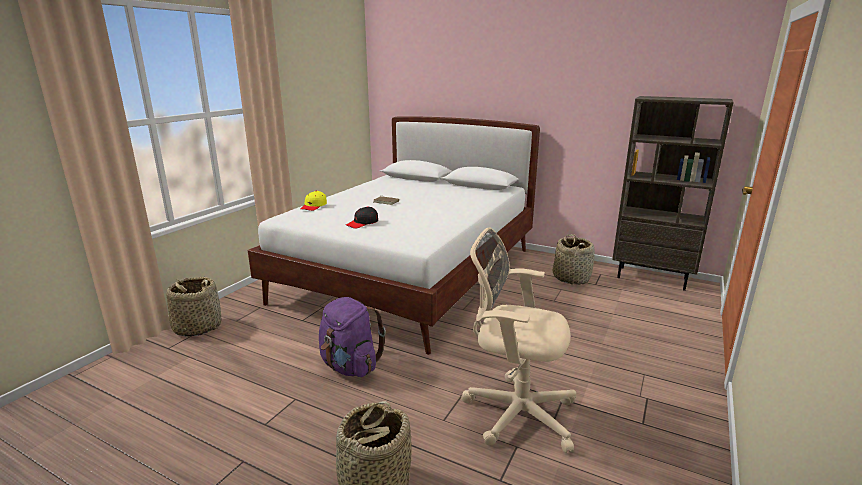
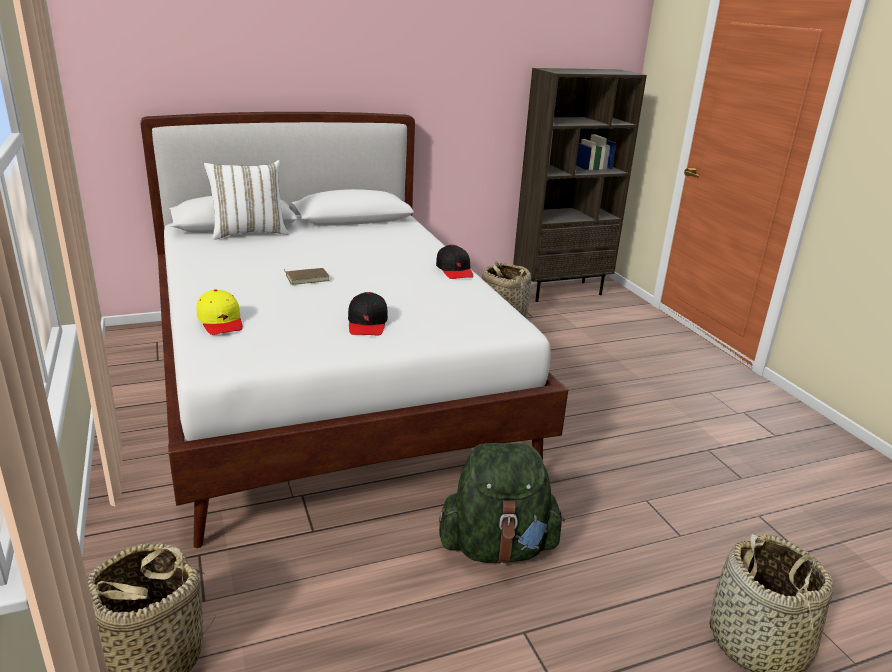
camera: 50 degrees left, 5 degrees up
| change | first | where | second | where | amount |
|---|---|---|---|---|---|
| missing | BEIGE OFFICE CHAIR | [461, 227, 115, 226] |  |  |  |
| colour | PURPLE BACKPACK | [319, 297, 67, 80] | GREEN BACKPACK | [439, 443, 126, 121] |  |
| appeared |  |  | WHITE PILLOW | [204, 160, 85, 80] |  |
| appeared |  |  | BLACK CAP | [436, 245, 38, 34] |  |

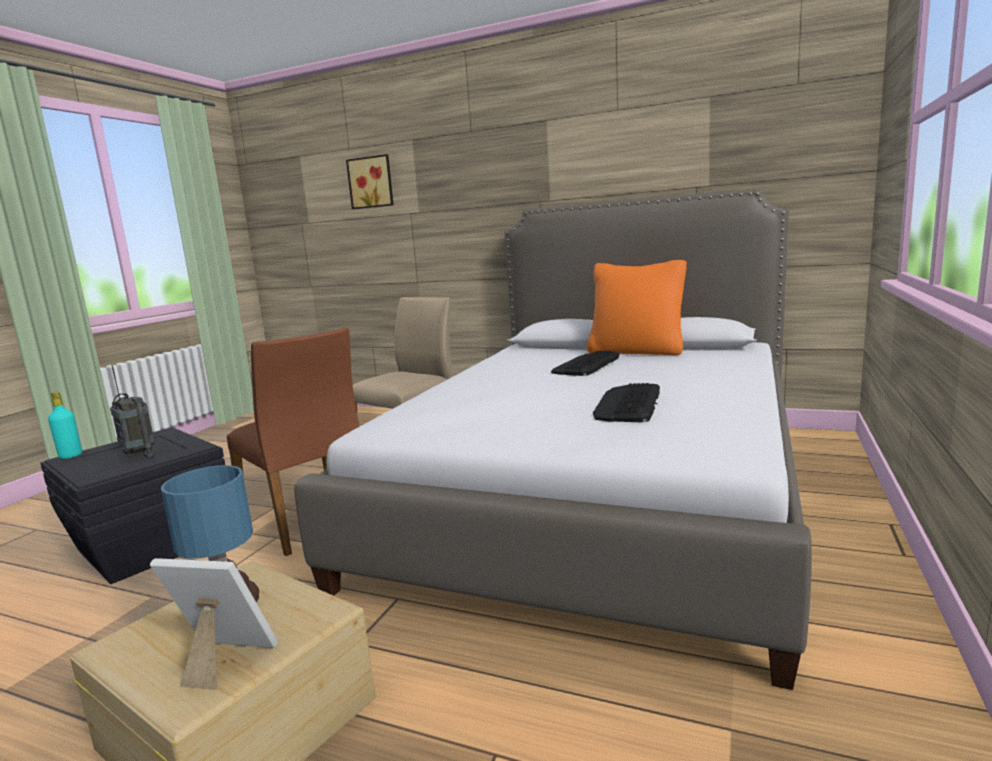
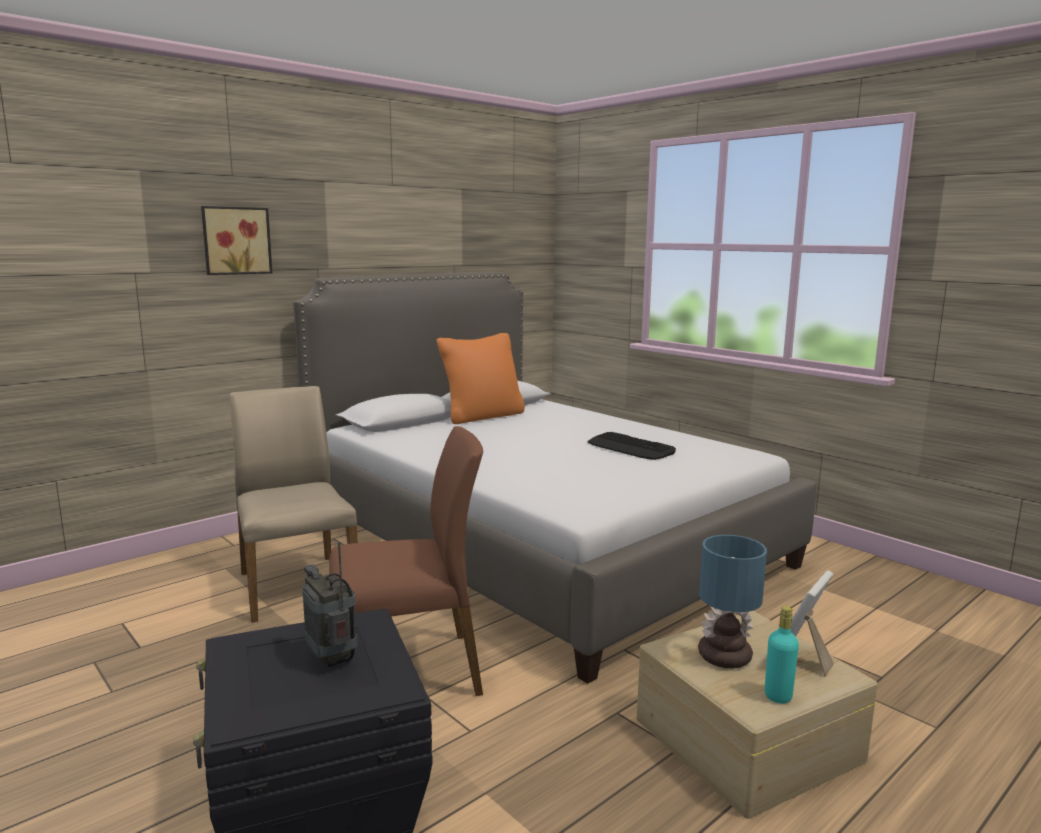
camera: 65 degrees left, 0 degrees up
| change | first | where | second | where | amount |
|---|---|---|---|---|---|
| relocated | PICTURE | [346, 154, 48, 55] |  | [201, 206, 71, 69] |  |
| missing | KEYBOARD | [551, 351, 69, 25] |  |  |  |
| spun | RADIO | [110, 365, 45, 93] |  | [302, 542, 55, 125] | 105 degrees counterclockwise |
| relocated | TURQUOISE BOTTLE | [48, 392, 34, 67] |  | [765, 606, 34, 98] |  |

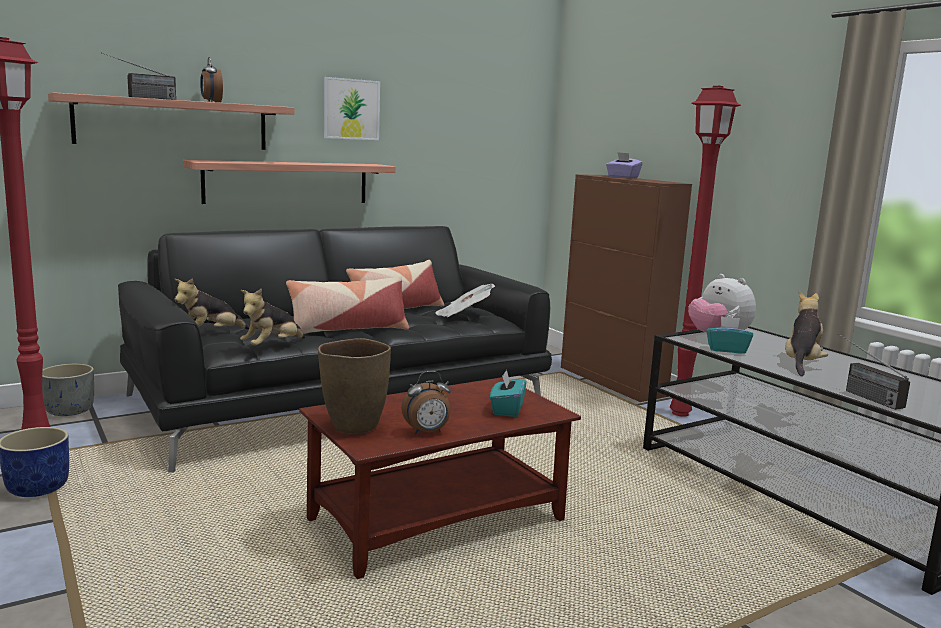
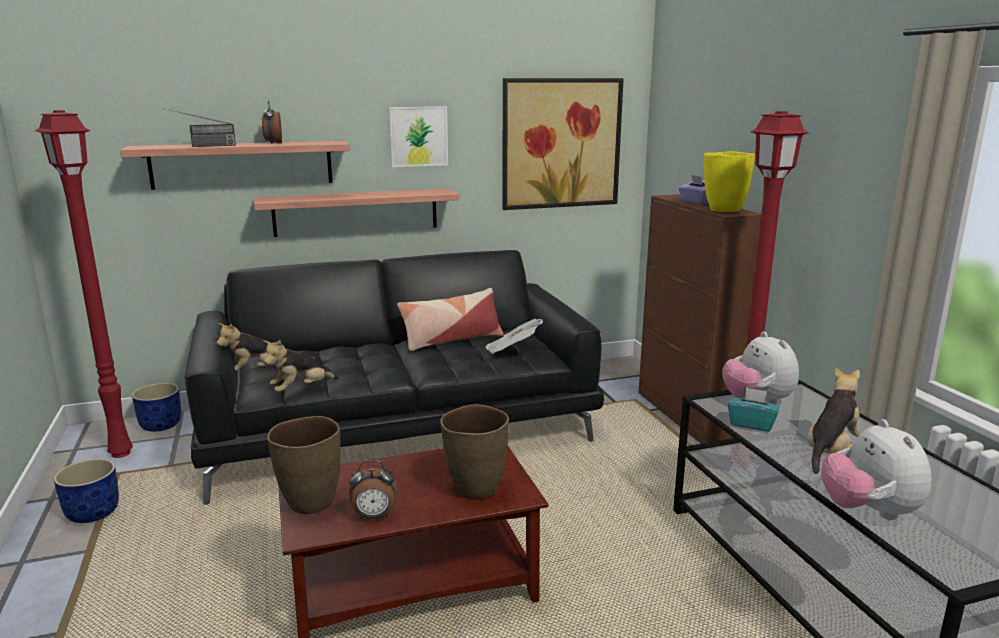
camera: 15 degrees right, 5 degrees up
| change | first | where | second | where | amount |
|---|---|---|---|---|---|
| missing | PILLOW | [286, 276, 123, 58] |  |  |  |
| exchanged | RADIO | [837, 333, 73, 77] | PLUSH TOY | [821, 419, 111, 101] |  |
| colour | GREY PLANTER | [42, 364, 52, 52] | BLUE PLANTER | [132, 383, 49, 49] |  |
| exchanged | TURQUOISE TISSUE BOX | [490, 370, 36, 47] | BROWN VASE | [440, 404, 69, 95] |  |
| appeared |  |  | PICTURE | [503, 78, 121, 132] |  |
| appeared |  |  | YELLOW VASE | [704, 151, 51, 61] |  |

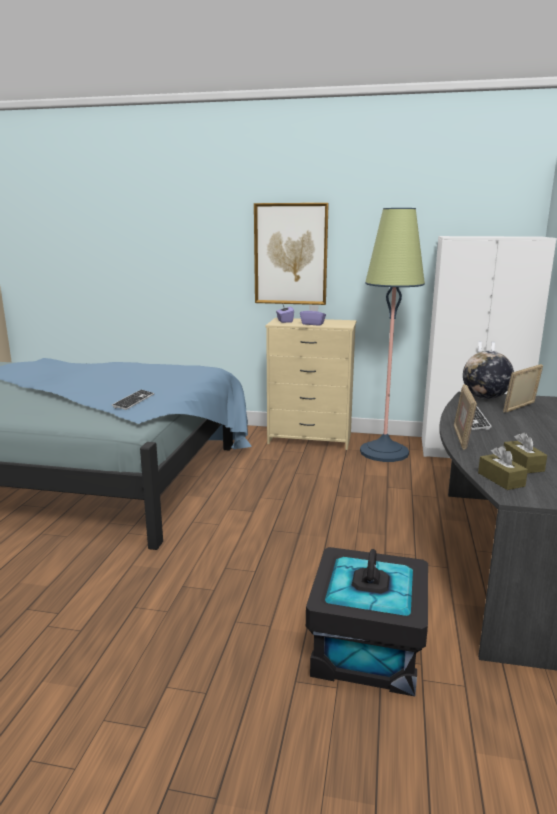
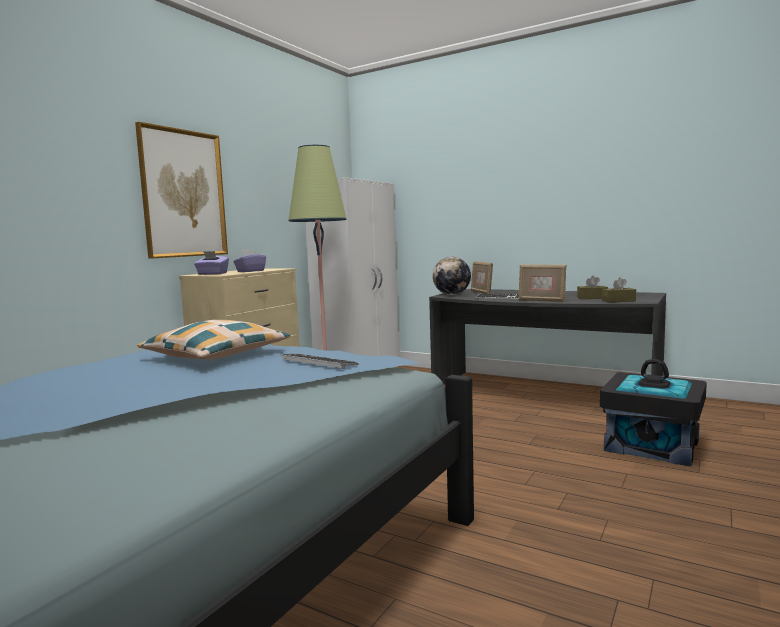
camera: 70 degrees left, 10 degrees down
| change | first | where | second | where | amount |
|---|---|---|---|---|---|
| appeared |  |  | PILLOW | [137, 320, 154, 39] |  |

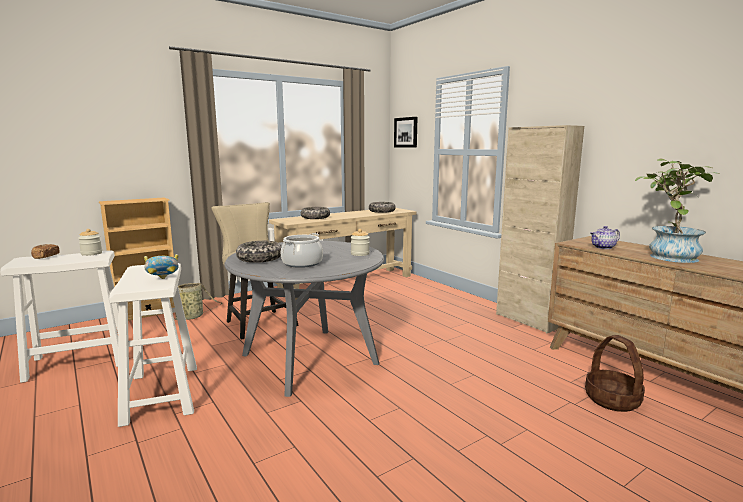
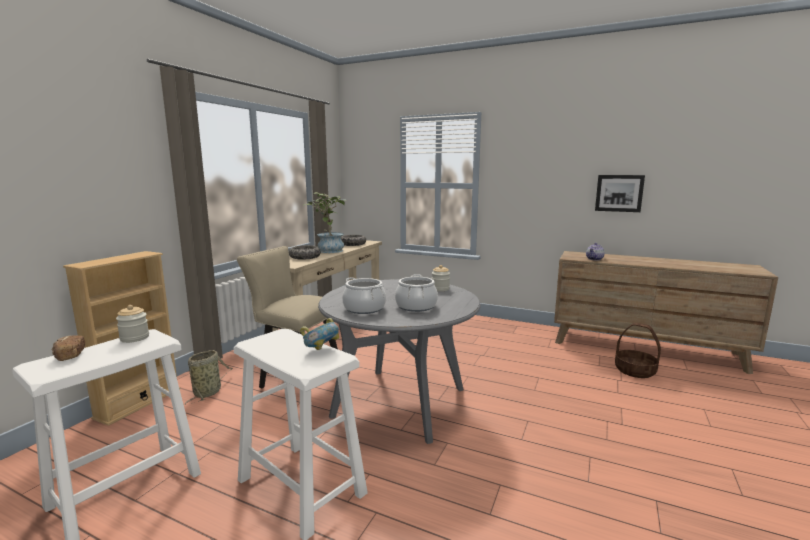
camera: 30 degrees left, 0 degrees up
| change | first | where | second | where | amount |
|---|---|---|---|---|---|
| relocated | PICTURE | [394, 117, 23, 31] |  | [595, 175, 50, 37] |  |
| missing | BEIGE CABINET | [496, 125, 88, 208] |  |  |  |
| relocated | POTTED PLANT | [635, 159, 84, 104] |  | [303, 192, 44, 61] |  |
| exchanged | BOWL | [236, 241, 46, 22] | COOKING POT | [342, 277, 44, 37] |  |

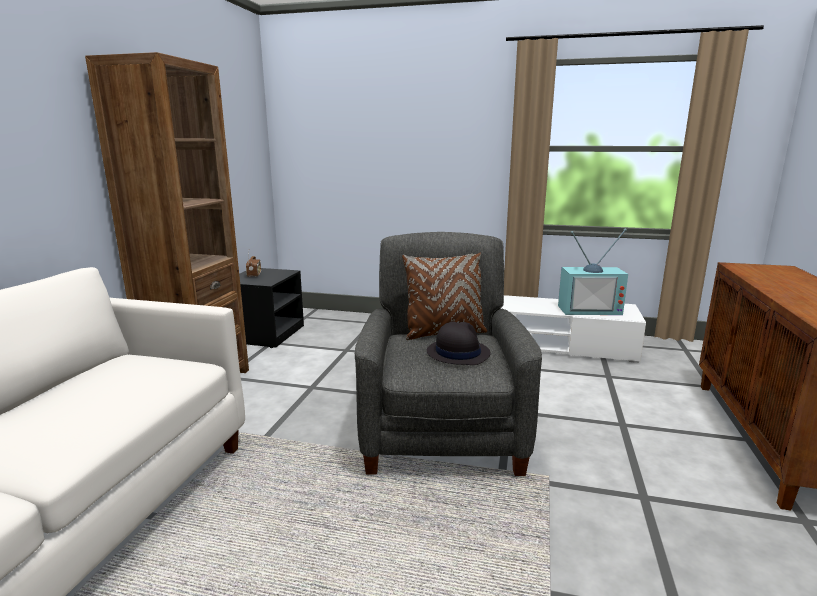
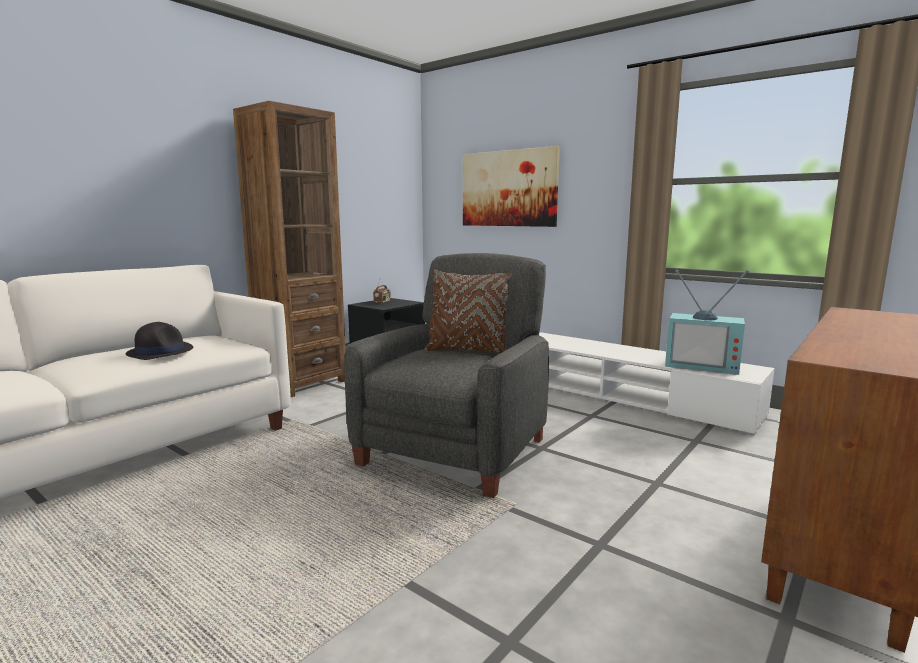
camera: 25 degrees right, 5 degrees down
| change | first | where | second | where | amount |
|---|---|---|---|---|---|
| relocated | BLACK HAT | [427, 321, 64, 44] |  | [125, 322, 69, 38] |  |
| appeared |  |  | PICTURE | [463, 146, 97, 81] |  |

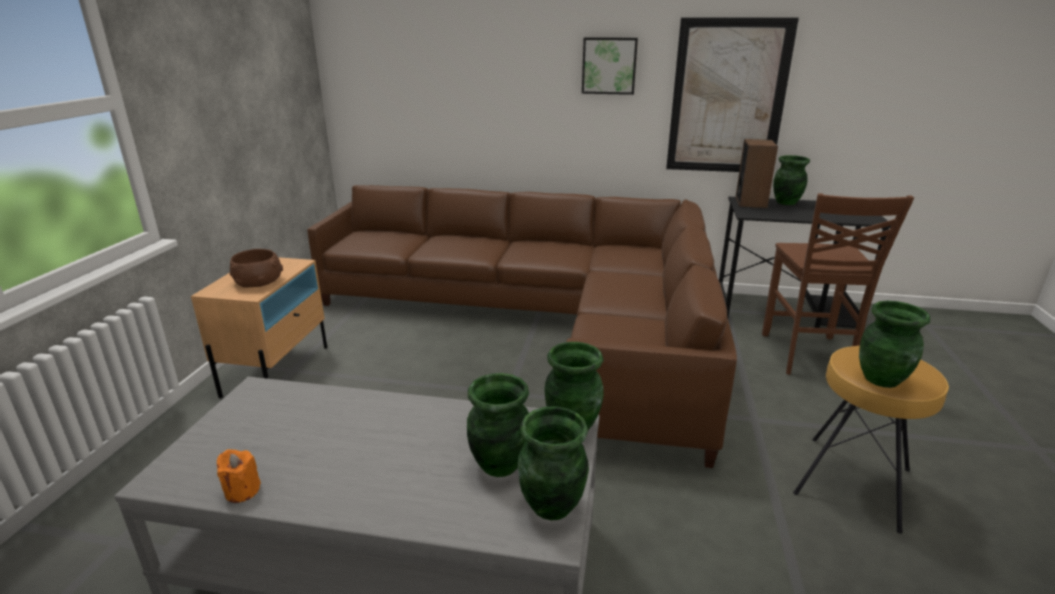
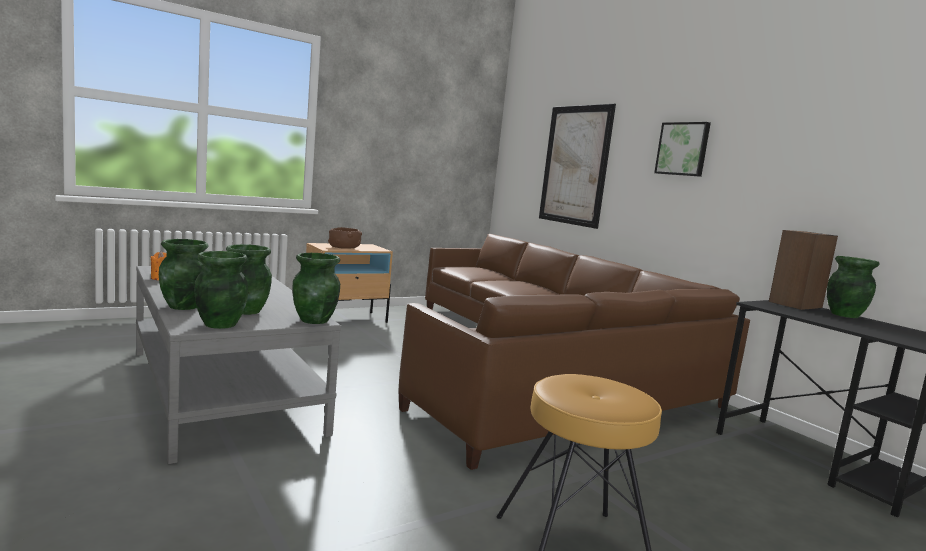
camera: 45 degrees right, 15 degrees down
| change | first | where | second | where | amount |
|---|---|---|---|---|---|
| relocated | PICTURE | [666, 17, 133, 155] |  | [539, 104, 77, 125] |  |
| missing | BROWN CHAIR | [762, 193, 152, 182] |  |  |  |
| relocated | GREEN VASE | [859, 301, 71, 87] |  | [159, 239, 50, 71] |  |

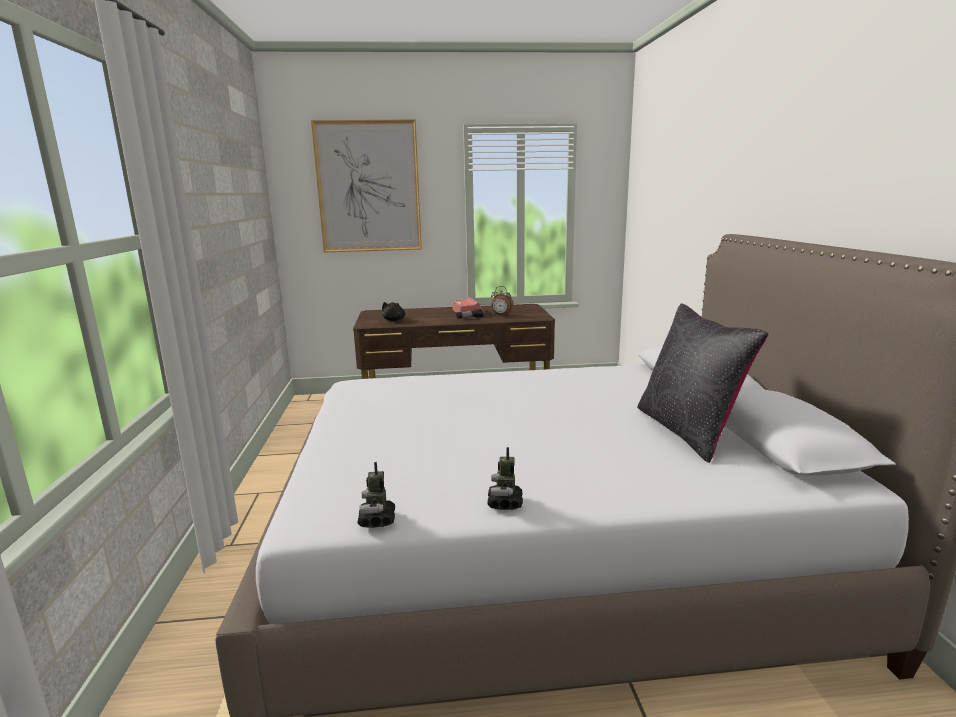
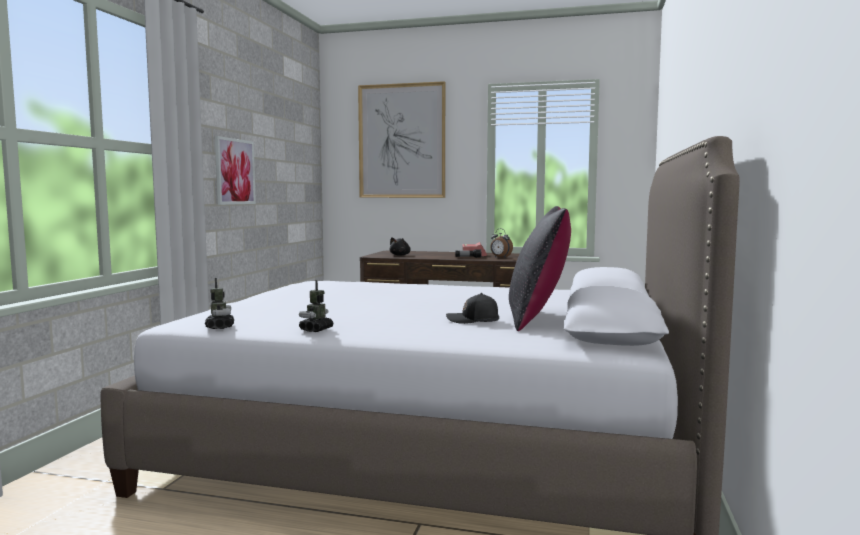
camera: 20 degrees right, 10 degrees down
| change | first | where | second | where | amount |
|---|---|---|---|---|---|
| spun | TOY ROBOT | [357, 462, 38, 66] |  | [205, 278, 29, 51] | 150 degrees clockwise |
| appeared |  |  | PICTURE | [215, 136, 41, 69] |  |
| appeared |  |  | BLACK CAP | [446, 293, 53, 31] |  |

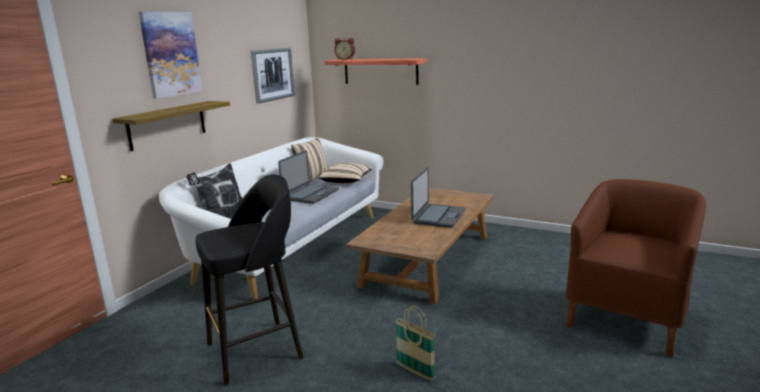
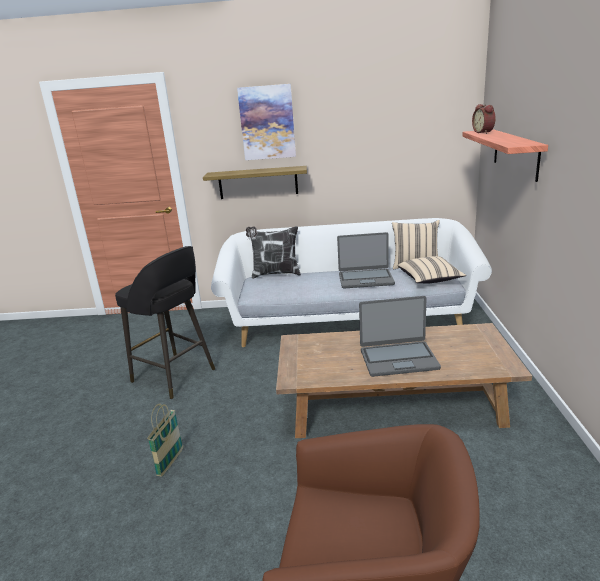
camera: 65 degrees right, 5 degrees up
| change | first | where | second | where | amount |
|---|---|---|---|---|---|
| missing | PICTURE | [251, 48, 44, 56] |  |  |  |

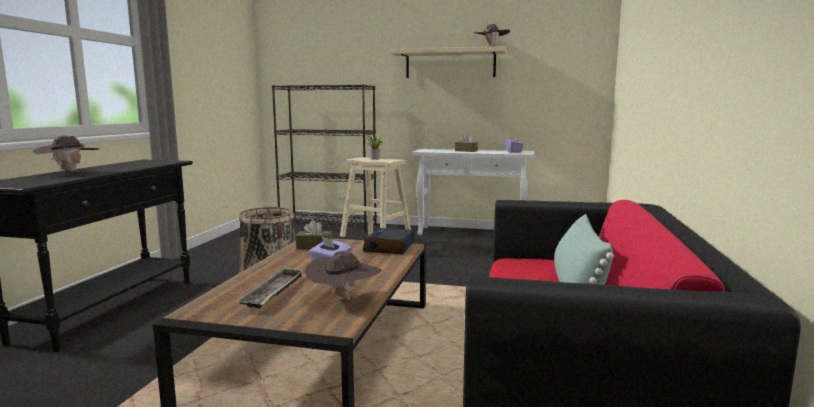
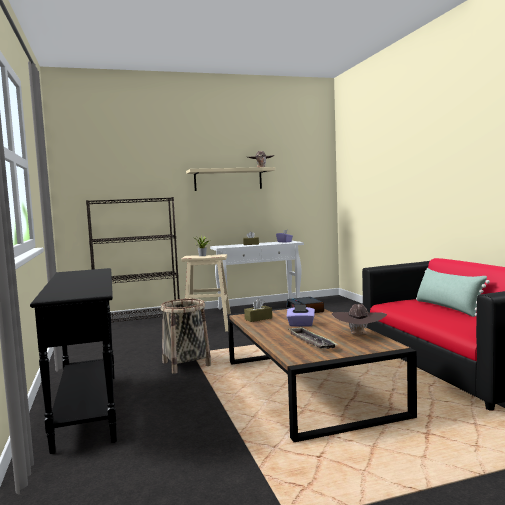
camera: 30 degrees left, 5 degrees down
| change | first | where | second | where | amount |
|---|---|---|---|---|---|
| missing | BROWN HAT | [33, 136, 65, 36] |  |  |  |

